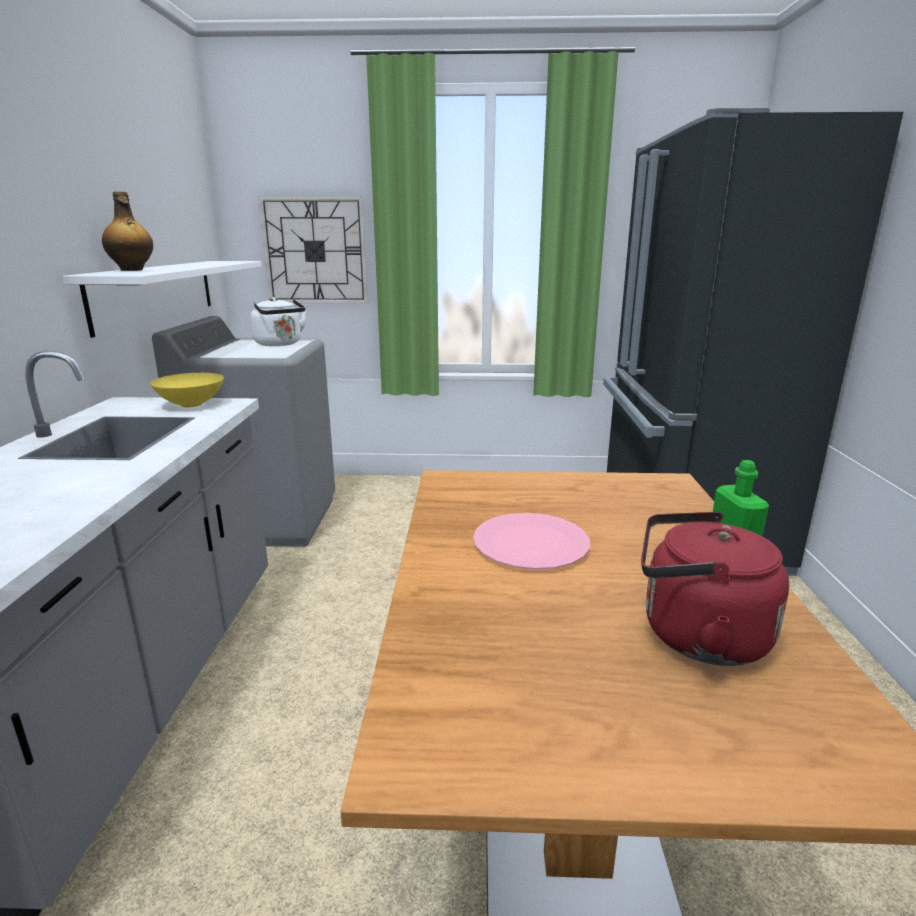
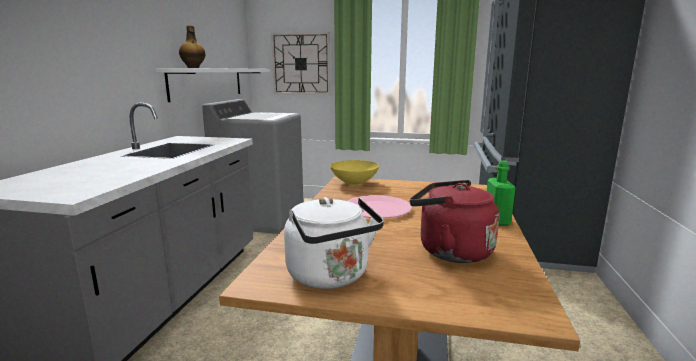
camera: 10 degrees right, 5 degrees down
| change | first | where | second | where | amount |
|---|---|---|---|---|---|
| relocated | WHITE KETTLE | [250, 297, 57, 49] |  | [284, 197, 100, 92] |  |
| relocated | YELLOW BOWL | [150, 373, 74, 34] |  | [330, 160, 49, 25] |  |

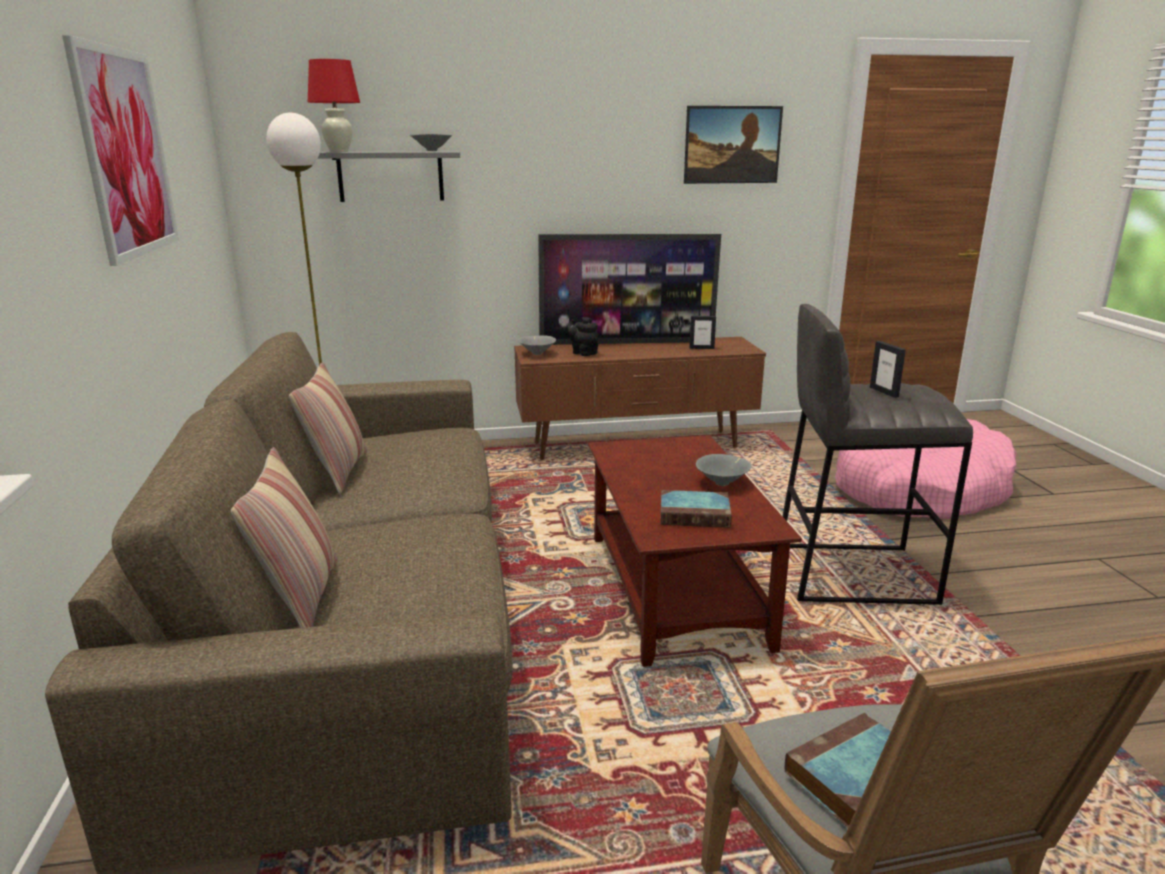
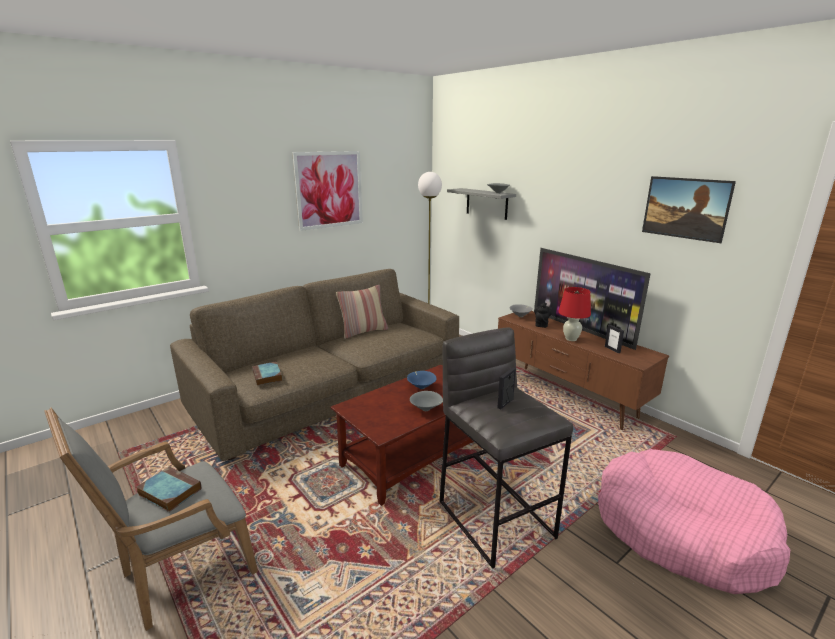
camera: 60 degrees right, 0 degrees up
| change | first | where | second | where | amount |
|---|---|---|---|---|---|
| relocated | RED TABLE LAMP | [308, 59, 52, 93] |  | [558, 287, 33, 54] |  |
| missing | PILLOW | [231, 447, 106, 181] |  |  |  |
| relocated | BOOK | [661, 490, 71, 38] |  | [252, 362, 30, 24] |  |
| appeared |  |  | BLUE BOWL | [407, 371, 30, 18] |  |

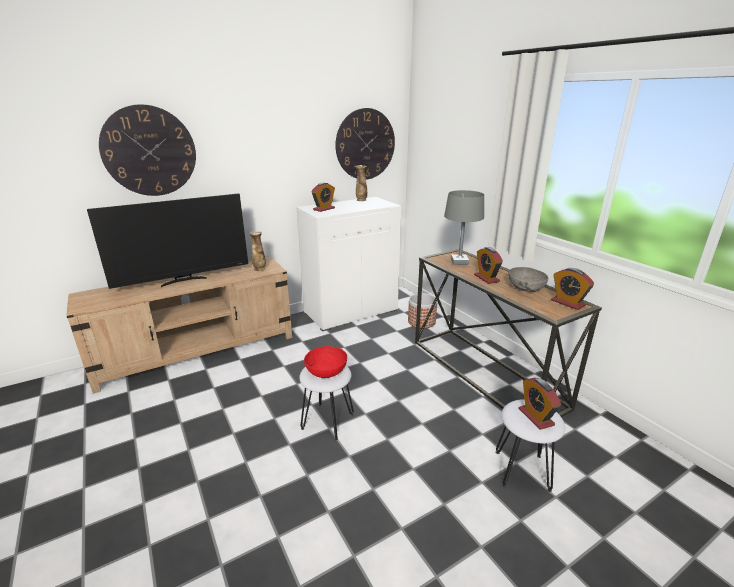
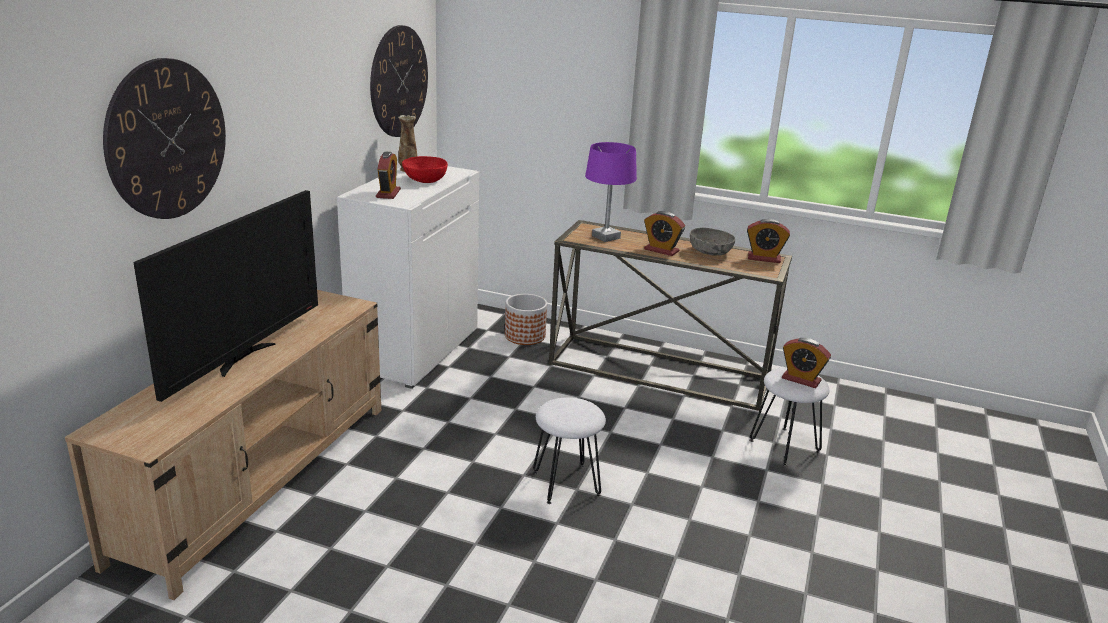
camera: 40 degrees left, 0 degrees up
| change | first | where | second | where | amount |
|---|---|---|---|---|---|
| colour | GREY TABLE LAMP | [444, 190, 40, 75] | PURPLE TABLE LAMP | [585, 142, 52, 100] |  |
| missing | VASE | [249, 231, 17, 40] |  |  |  |
| relocated | RED BOWL | [304, 346, 43, 32] |  | [402, 156, 46, 27] |  |

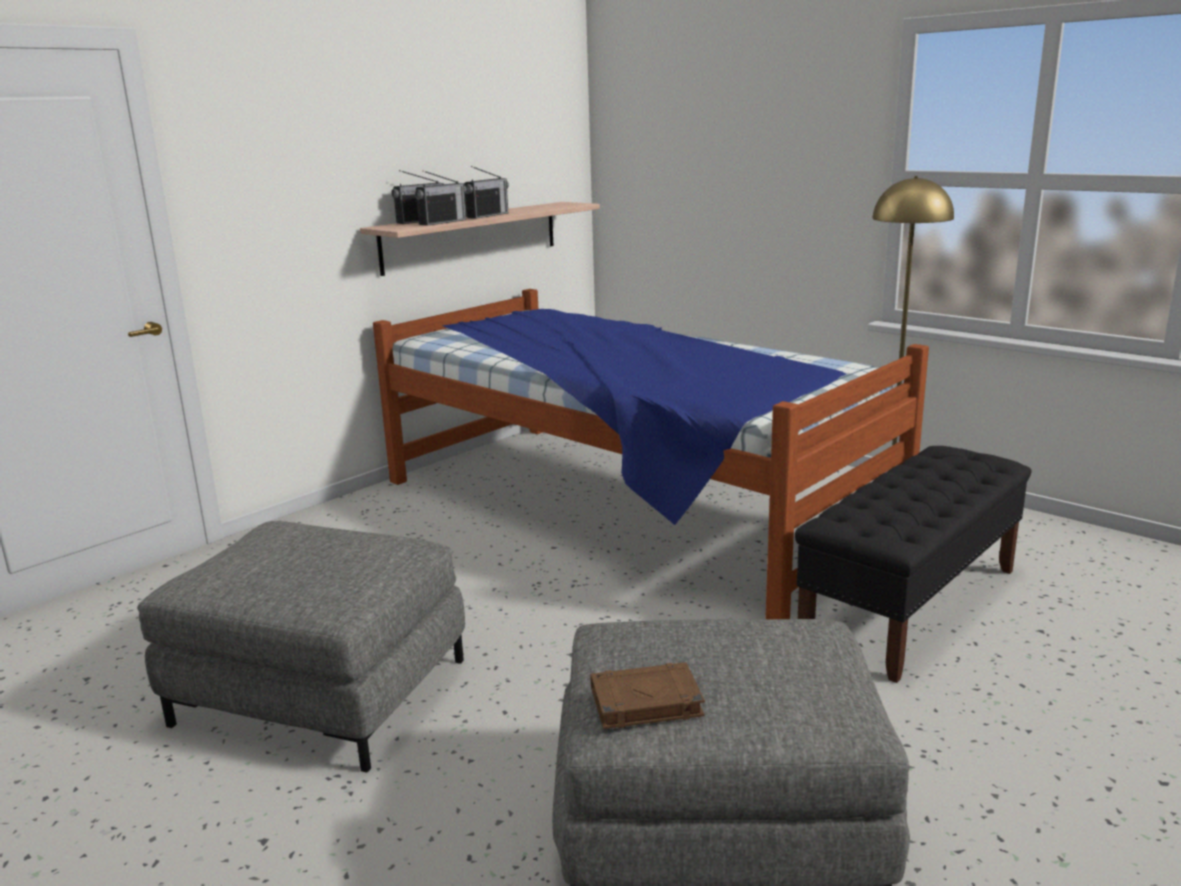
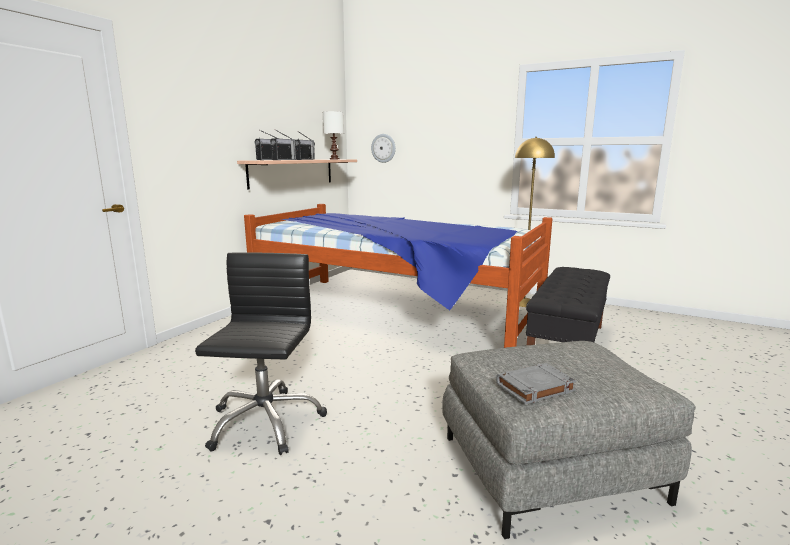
camera: 15 degrees left, 5 degrees down
| change | first | where | second | where | amount |
|---|---|---|---|---|---|
| exchanged | GREY OTTOMAN | [137, 521, 328, 252] | BLACK OFFICE CHAIR | [195, 252, 132, 203] |  |
| colour | BROWN BOOK | [590, 662, 115, 67] | GREY BOOK | [496, 363, 81, 41] |  |
| appeared |  |  | WHITE TABLE LAMP | [323, 111, 21, 48] |  |
| appeared |  |  | WALL CLOCK | [371, 134, 25, 29] |  |

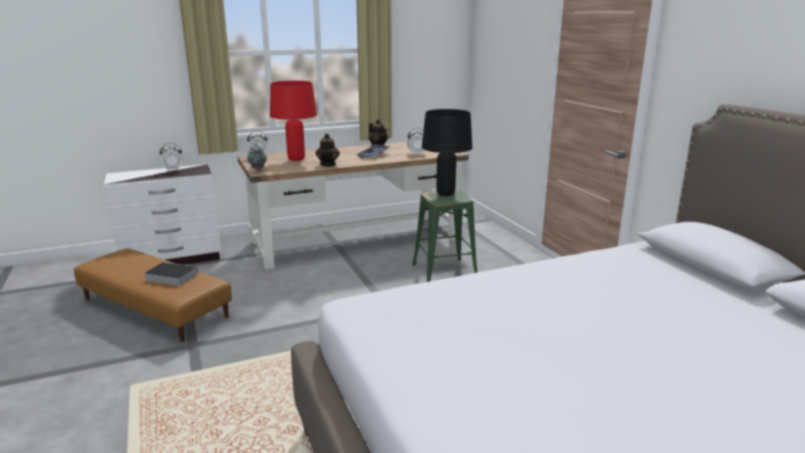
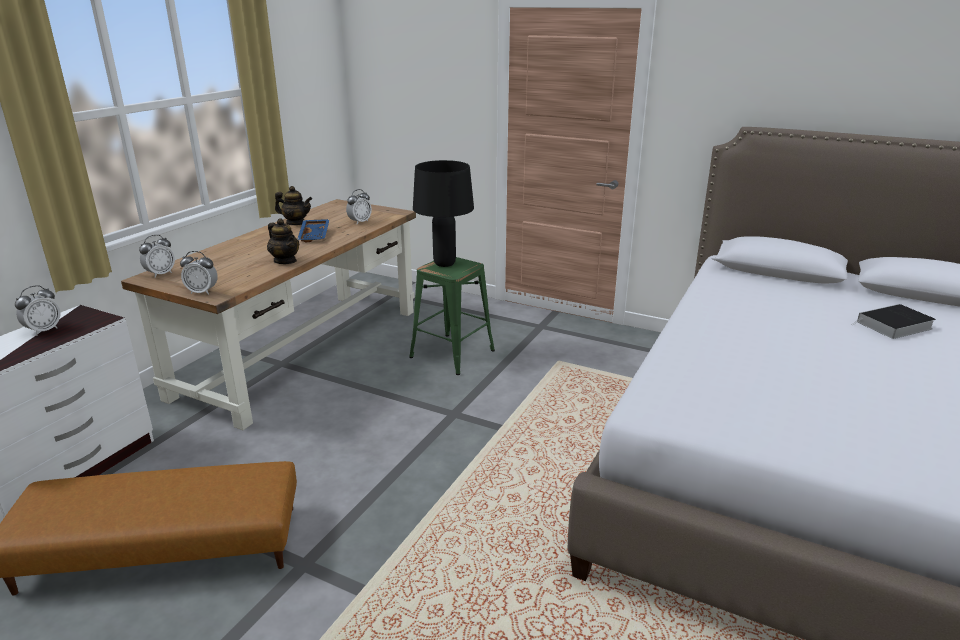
camera: 40 degrees left, 5 degrees up
| change | first | where | second | where | amount |
|---|---|---|---|---|---|
| missing | RED TABLE LAMP | [270, 81, 47, 80] |  |  |  |
| exchanged | TEAPOT | [247, 144, 20, 26] | ALARM CLOCK | [180, 251, 38, 44] |  |
| relocated | BOOK | [144, 262, 54, 24] |  | [851, 304, 85, 35] |  |

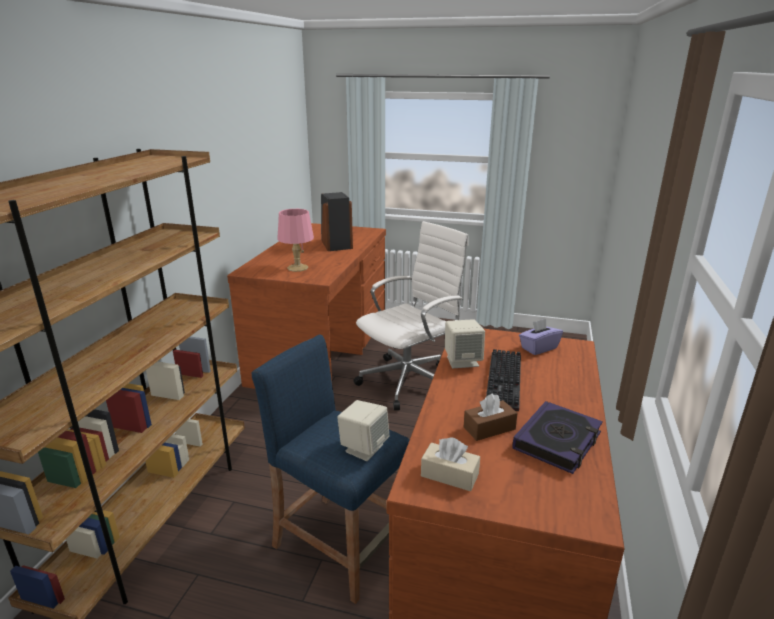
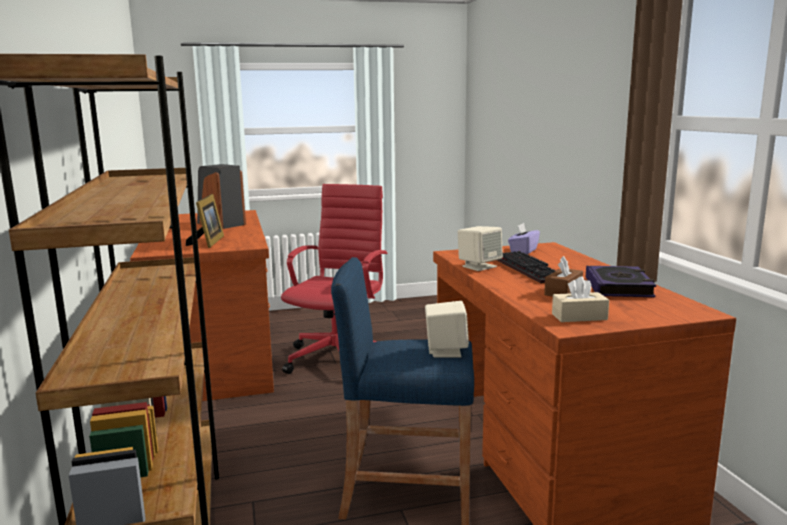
camera: 30 degrees left, 10 degrees down
| change | first | where | second | where | amount |
|---|---|---|---|---|---|
| exchanged | PINK TABLE LAMP | [277, 209, 37, 63] | PICTURE FRAME | [186, 194, 38, 54] |  |
| colour | WHITE OFFICE CHAIR | [353, 221, 116, 189] | RED OFFICE CHAIR | [281, 184, 106, 190] |  |

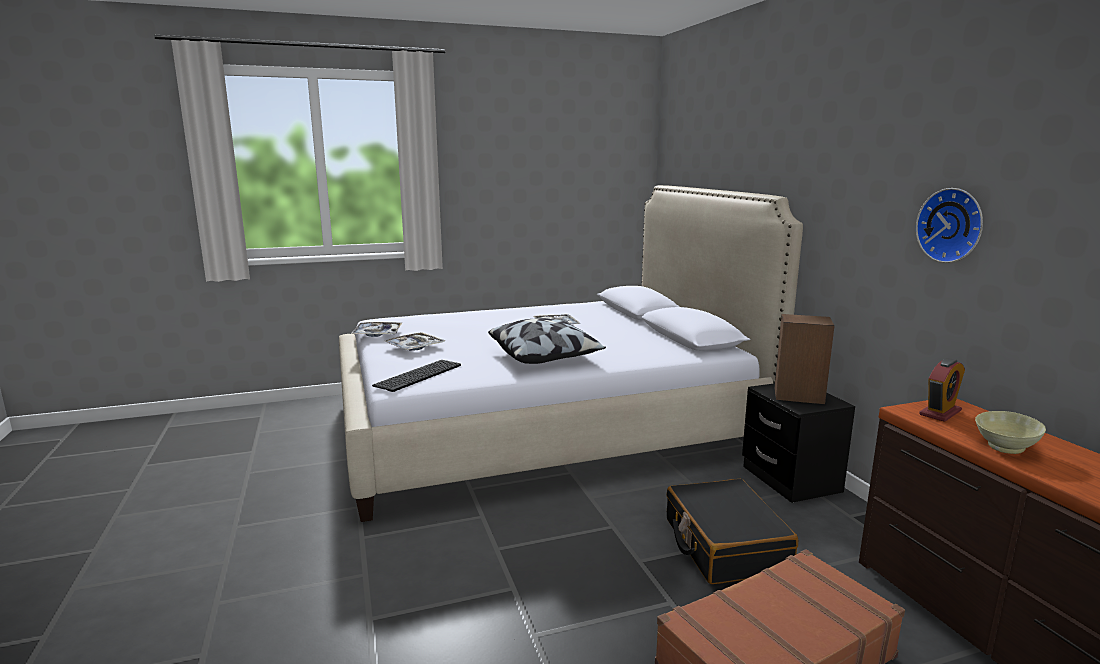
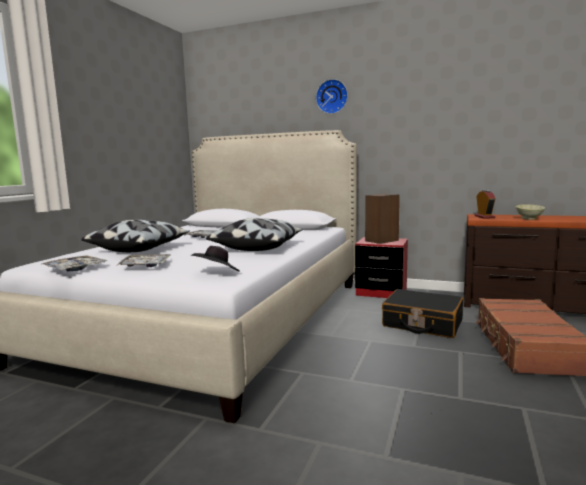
camera: 50 degrees left, 5 degrees down
| change | first | where | second | where | amount |
|---|---|---|---|---|---|
| relocated | WALL CLOCK | [916, 188, 67, 75] |  | [316, 79, 32, 35] |  |
| exchanged | KEYBOARD | [372, 360, 89, 32] | BLACK HAT | [192, 246, 48, 26] |  |
| colour | BLACK NIGHTSTAND | [742, 383, 113, 120] | RED NIGHTSTAND | [355, 237, 53, 61] |  |
| appeared |  |  | PILLOW | [81, 220, 109, 32] |  |

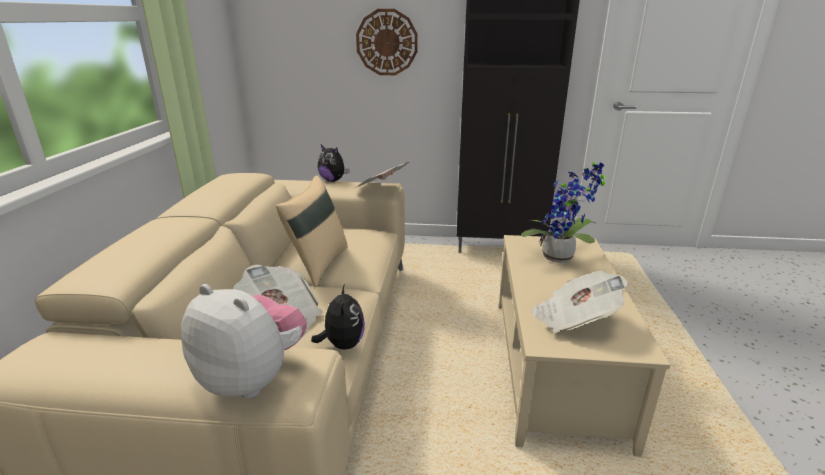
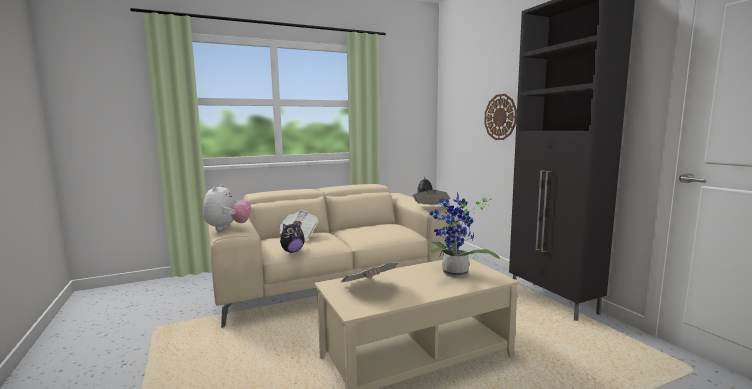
camera: 60 degrees right, 15 degrees down
| change | first | where | second | where | amount |
|---|---|---|---|---|---|
| missing | BEIGE PILLOW | [276, 175, 72, 112] |  |  |  |

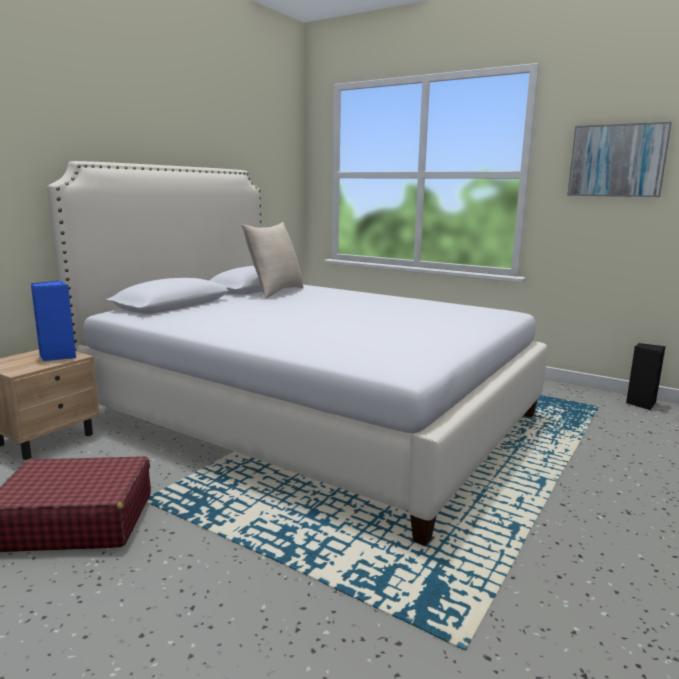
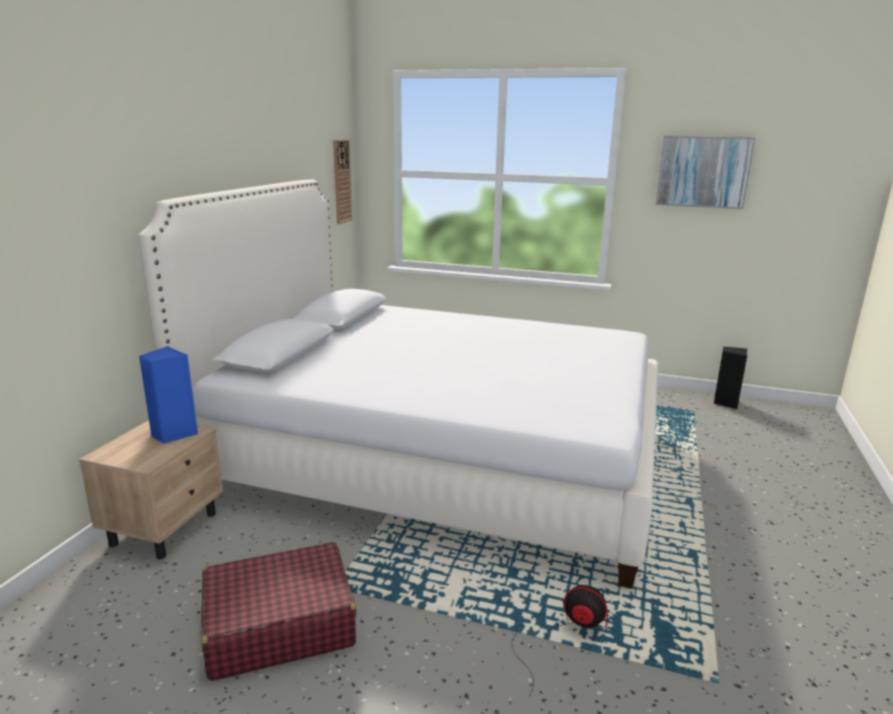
camera: 15 degrees left, 5 degrees up
| change | first | where | second | where | amount |
|---|---|---|---|---|---|
| missing | BEIGE PILLOW | [242, 222, 62, 77] |  |  |  |
| appeared |  |  | WALL CLOCK | [333, 140, 19, 84] |  |
| appeared |  |  | FAN | [511, 585, 97, 112] |  |

